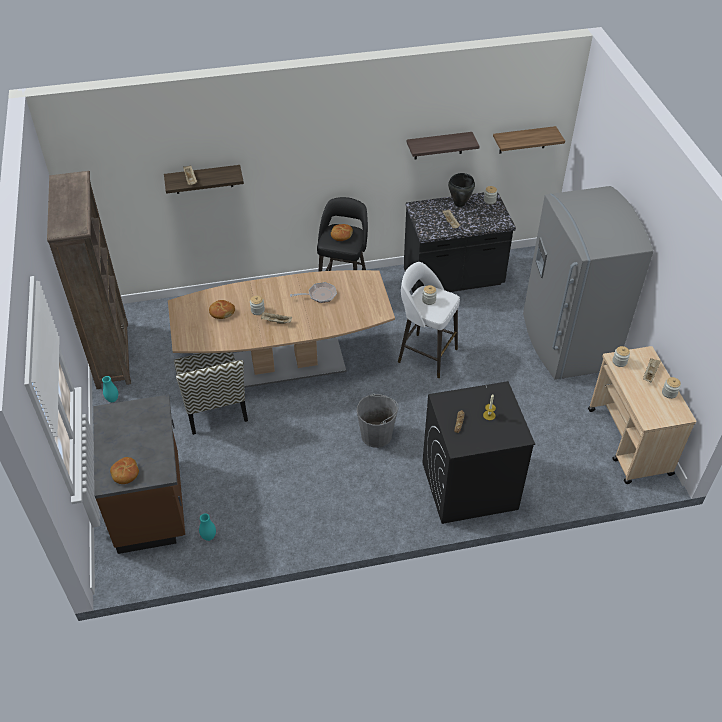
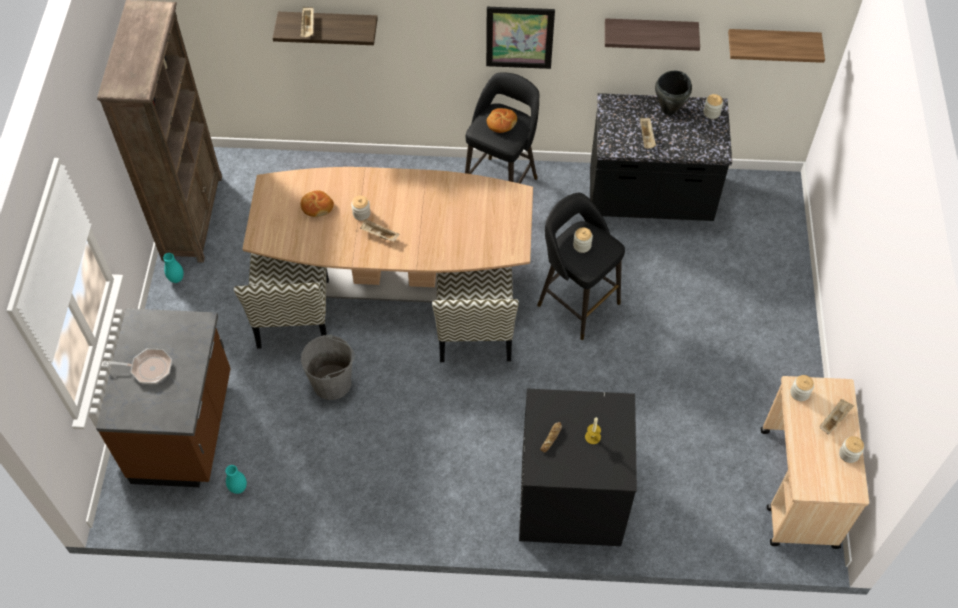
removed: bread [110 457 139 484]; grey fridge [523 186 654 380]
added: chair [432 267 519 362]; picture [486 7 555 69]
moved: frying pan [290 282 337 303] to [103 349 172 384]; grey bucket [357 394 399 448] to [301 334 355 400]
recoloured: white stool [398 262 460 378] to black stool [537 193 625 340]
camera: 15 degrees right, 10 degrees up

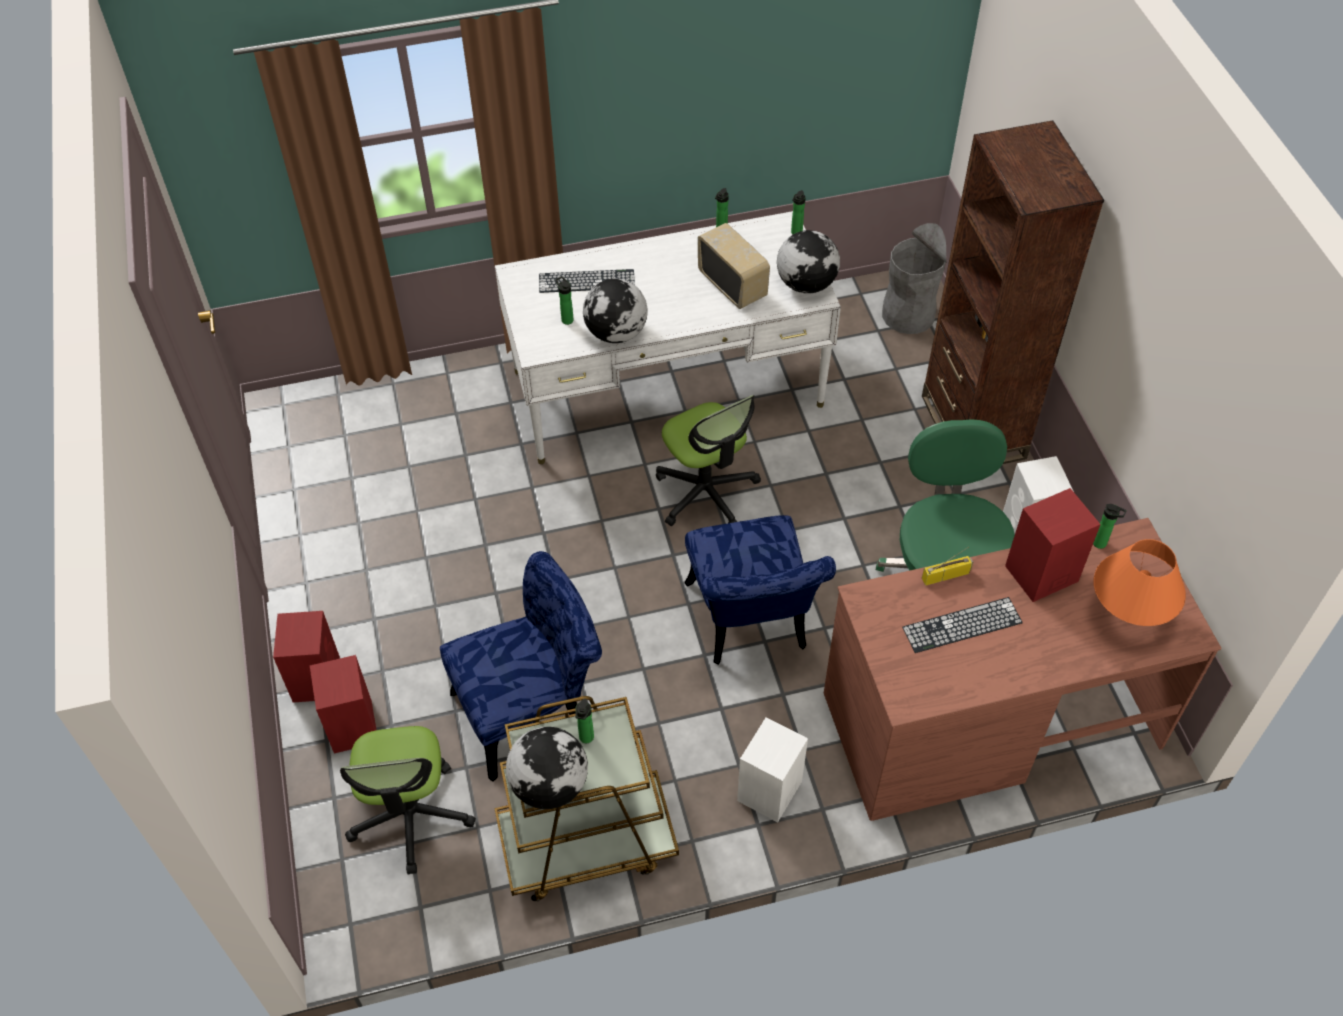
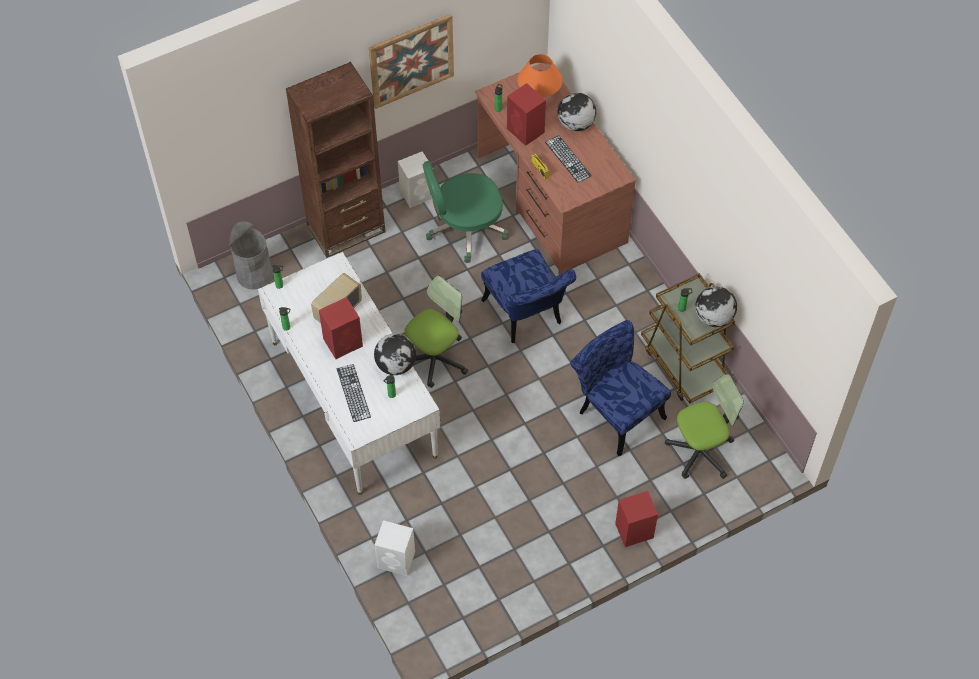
added: picture [369 14 454 109]
moved: red speaker [310 655 376 754] to [319 297 363 359]; white speaker [737 717 808 822] to [375 520 415 576]; globe [777 230 840 294] to [558 93 596 131]
turned: blue chair [684 515 836 665] = [481 249 576 343] 90 degrees clockwise
camera: 105 degrees left, 5 degrees up

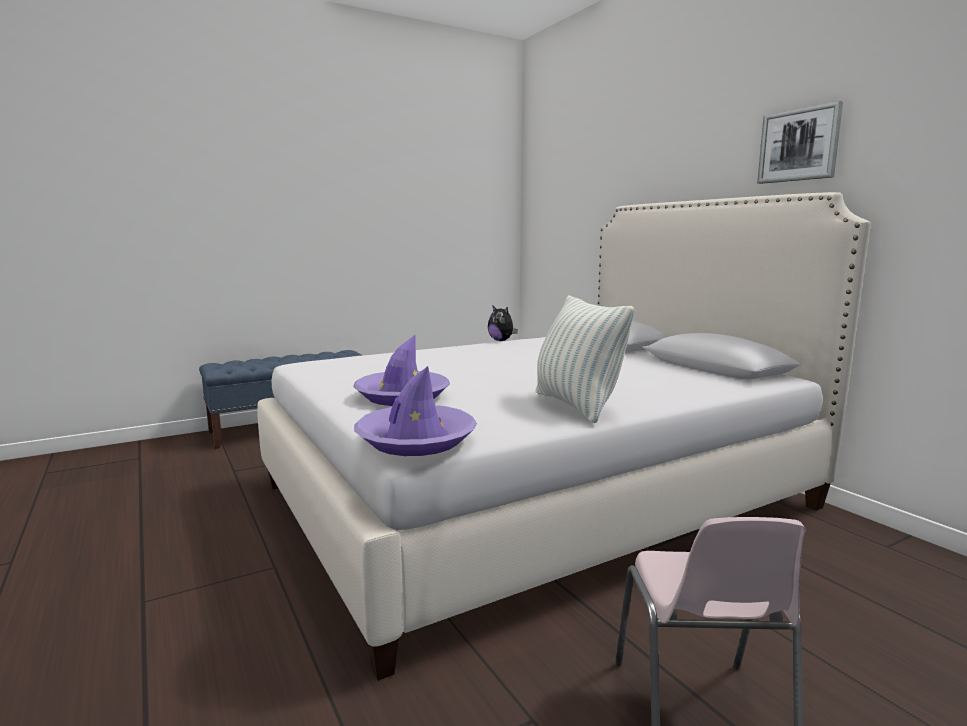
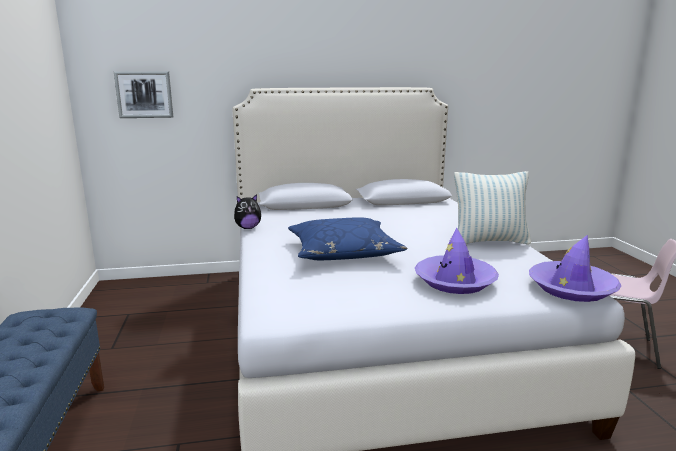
added: blue pillow [288 217 407 260]
moved: picture [757 101 843 184] to [114 72 173 118]
camera: 70 degrees left, 5 degrees up

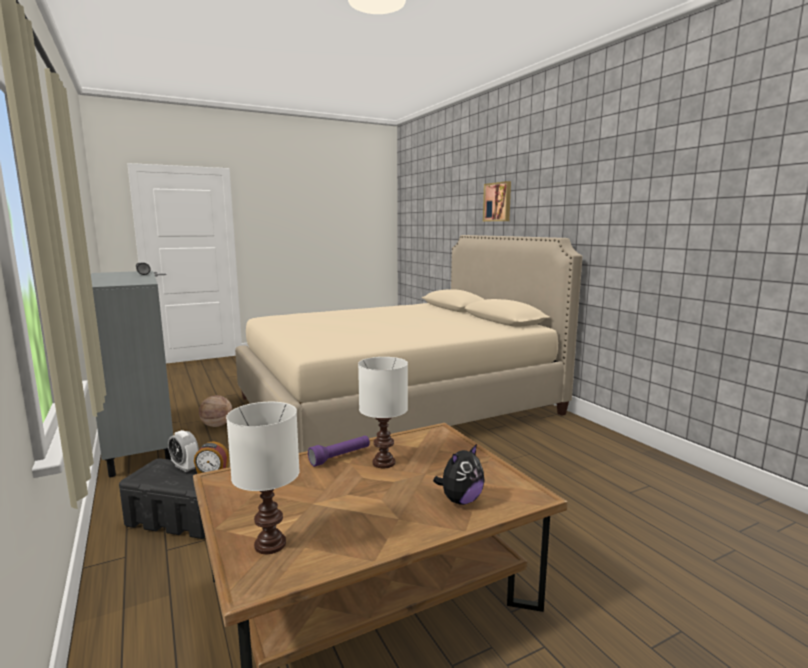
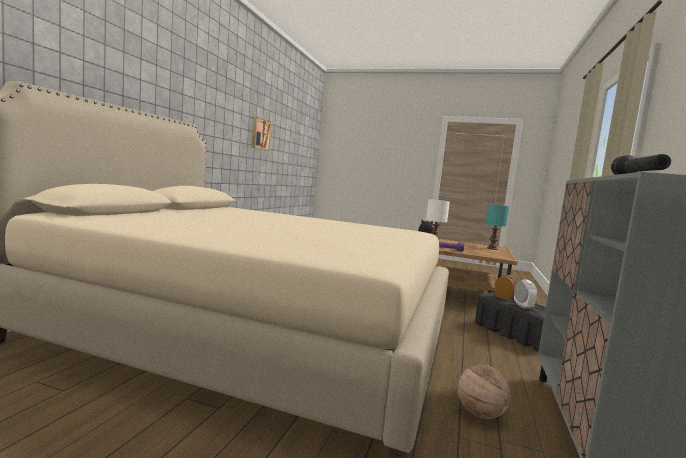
moved: picture [483 181 511 221] to [251 116 272 151]
recoloured: white table lamp [226 402 300 554] to turquoise table lamp [485 204 509 250]
camera: 135 degrees left, 5 degrees down

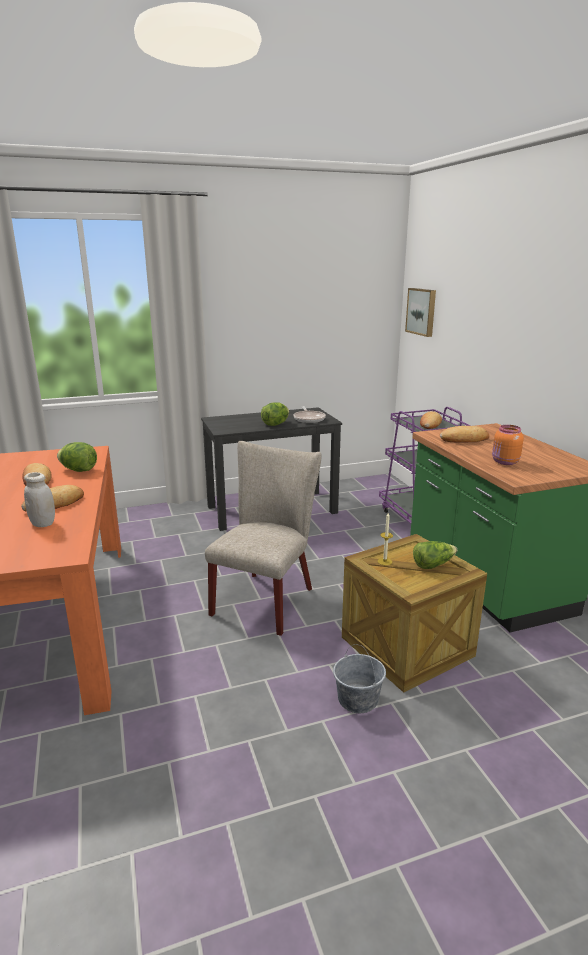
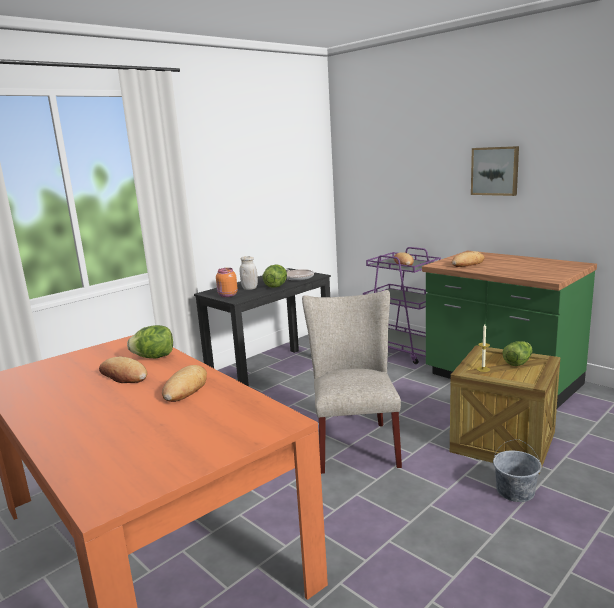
moved: white jar [24 472 55 527] to [240 256 258 290]; picture [405 288 436 337] to [471 146 519 196]; orange jar [492 425 524 465] to [216 268 238 297]
camera: 25 degrees left, 5 degrees down

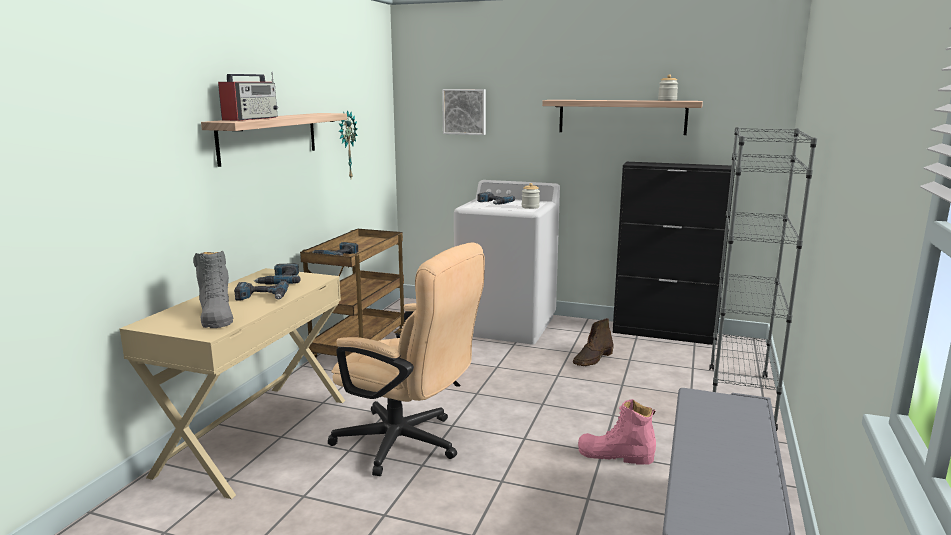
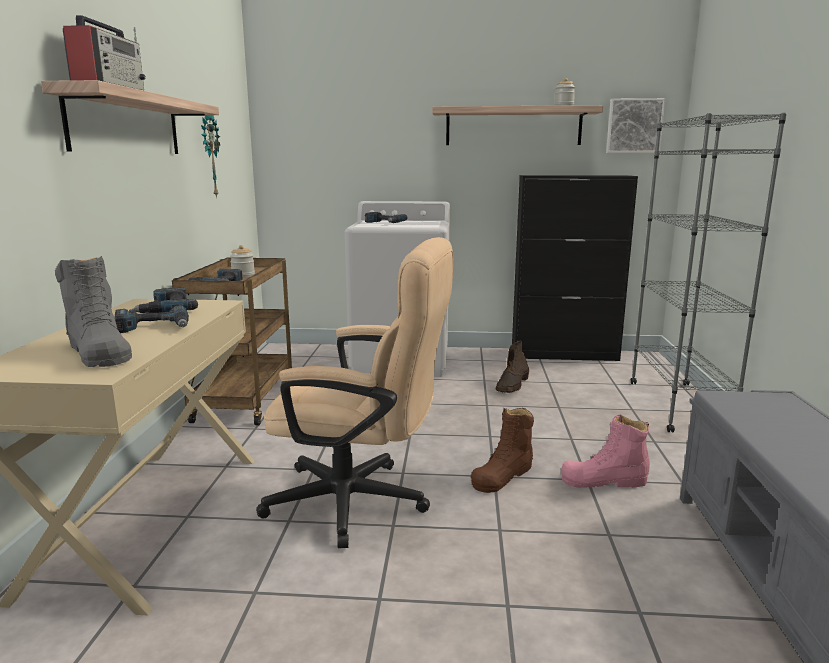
added: brown boot [471 408 534 493]
moved: picture [442 89 486 135] to [606 98 665 153]; jar [522 183 540 209] to [230 245 255 278]
camera: 15 degrees left, 0 degrees up

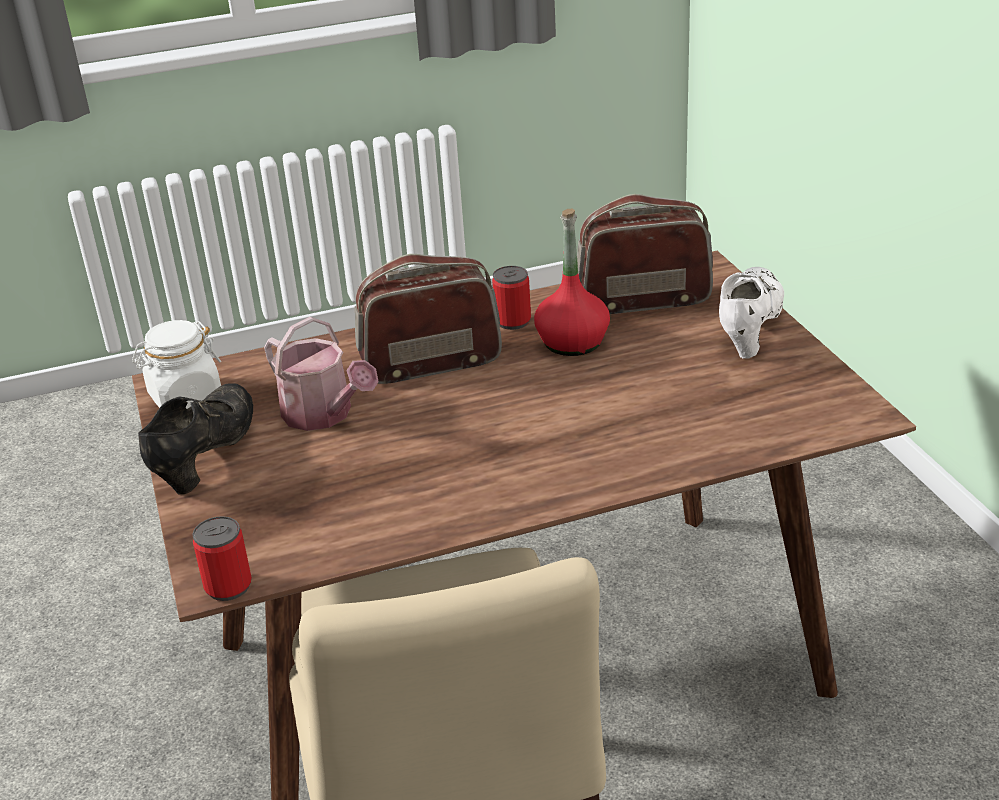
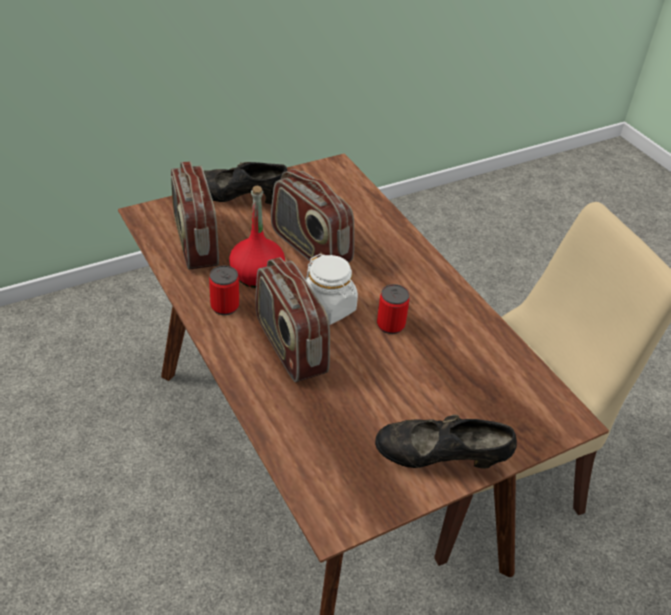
removed: watering can [264 317 379 431]
added: radio [271 169 354 263]
moved: white jar [132 320 221 409] to [305 254 358 325]; can [193 516 252 601] to [377 284 410 334]
recoloured: white shoe [719 267 784 359] to black shoe [204 162 290 205]
camera: 105 degrees left, 10 degrees up

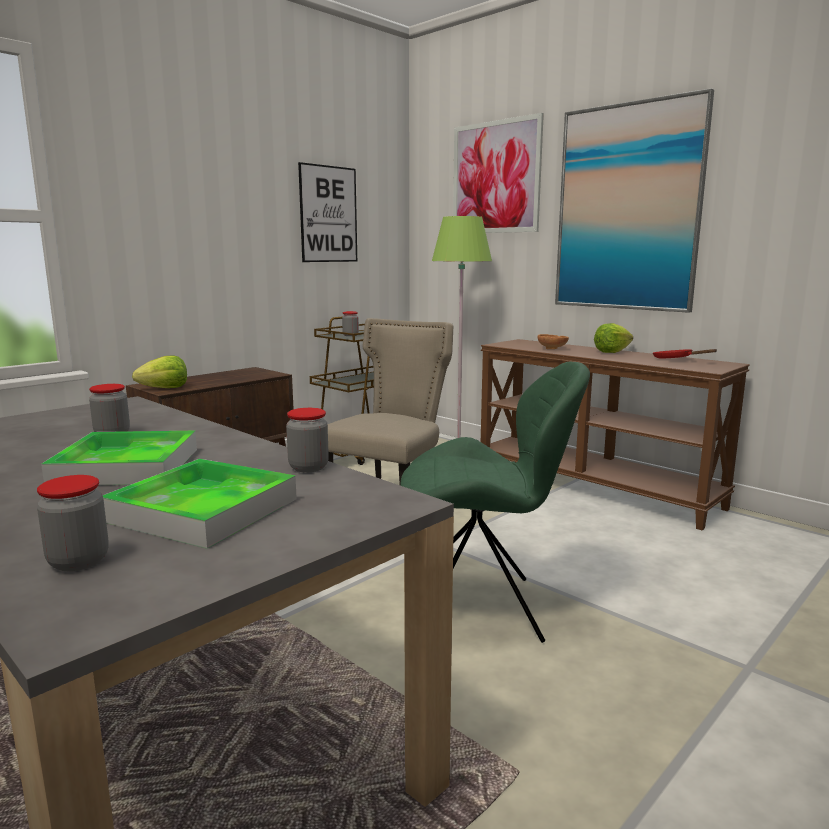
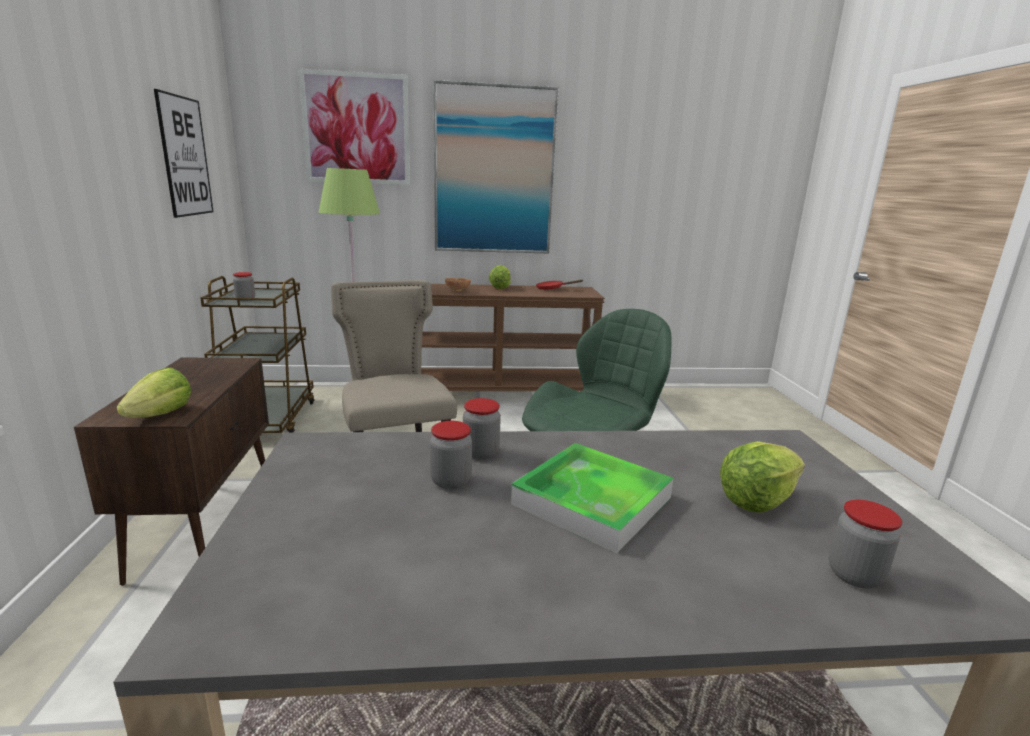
moved: jar [286 408 329 472] to [463 398 501 460]
replaced: tray [103 459 297 549] to lettuce [720 441 805 513]
camera: 50 degrees left, 5 degrees up

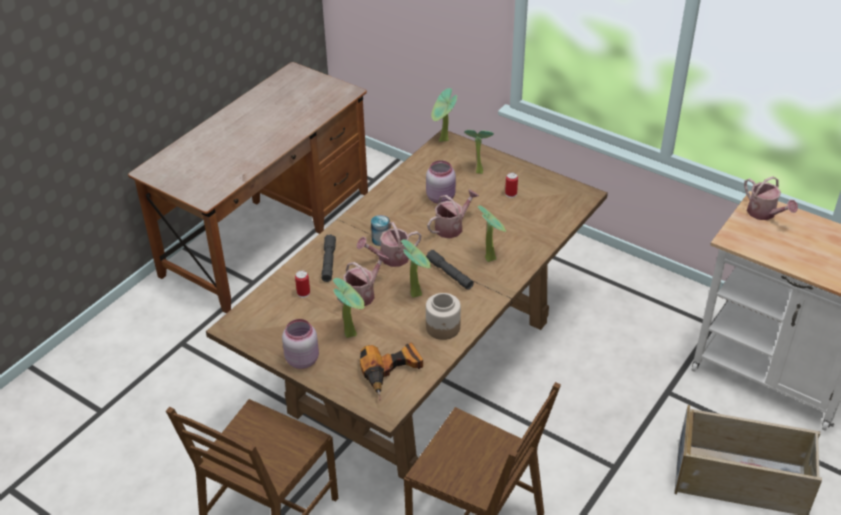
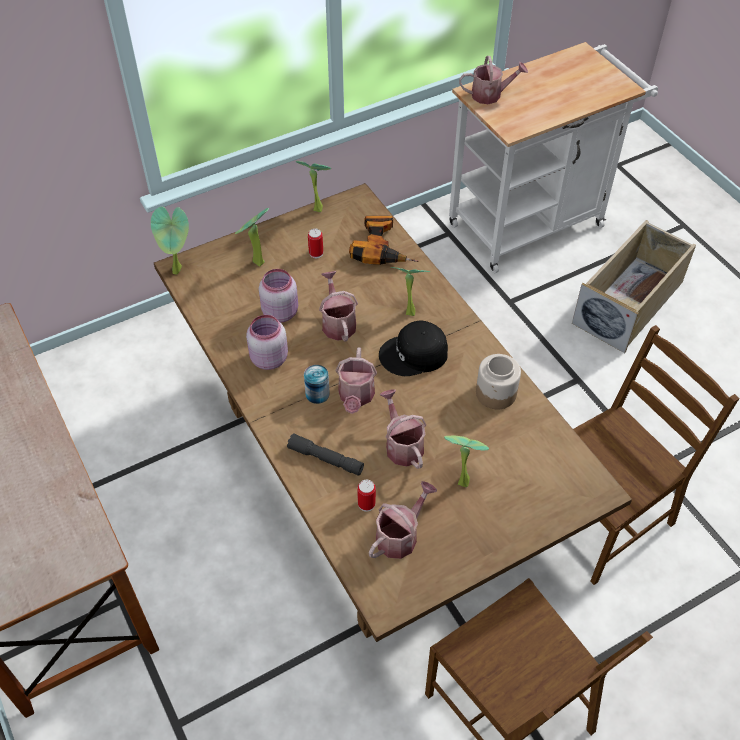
added: watering can [369 481 437 559]
moved: pink jar [282 319 319 369] to [246 315 288 370]; power drill [360 342 423 400] to [349 216 419 265]; potted plant [401 239 431 298] to [296 161 331 212]
replaced: grey flashlight [426 250 474 290] to black cap [379 320 448 376]
camera: 65 degrees left, 10 degrees up

